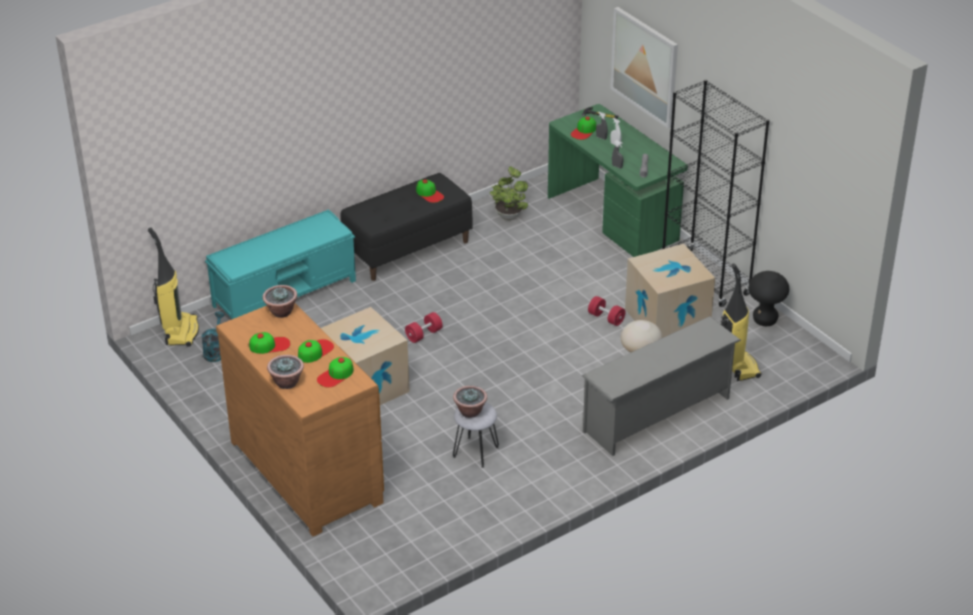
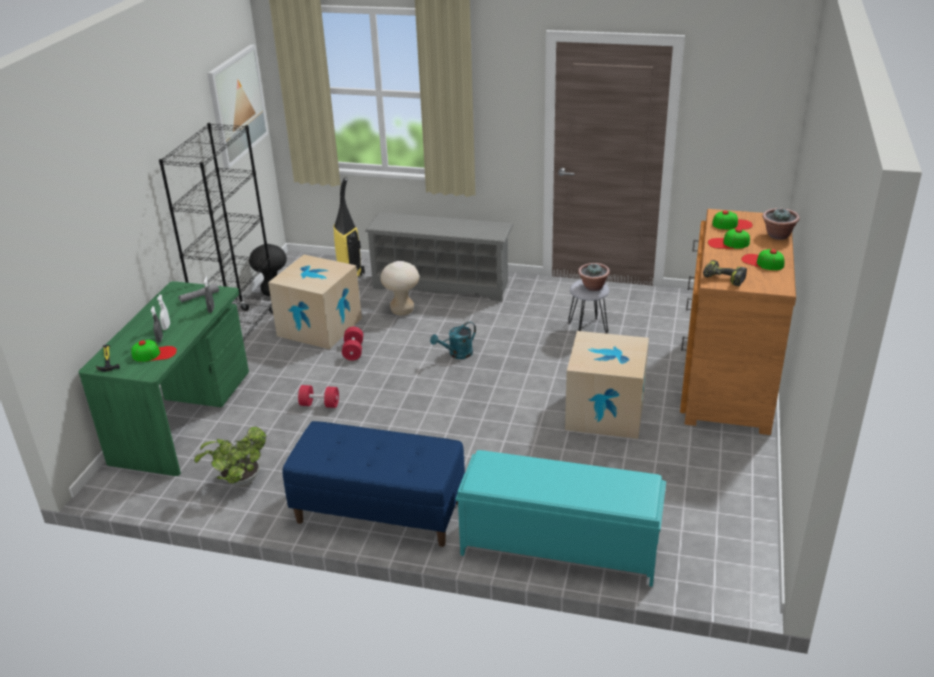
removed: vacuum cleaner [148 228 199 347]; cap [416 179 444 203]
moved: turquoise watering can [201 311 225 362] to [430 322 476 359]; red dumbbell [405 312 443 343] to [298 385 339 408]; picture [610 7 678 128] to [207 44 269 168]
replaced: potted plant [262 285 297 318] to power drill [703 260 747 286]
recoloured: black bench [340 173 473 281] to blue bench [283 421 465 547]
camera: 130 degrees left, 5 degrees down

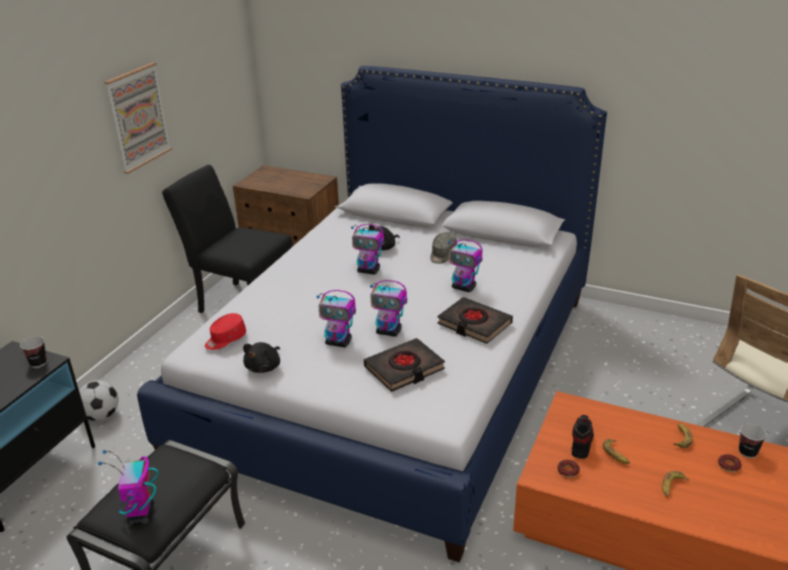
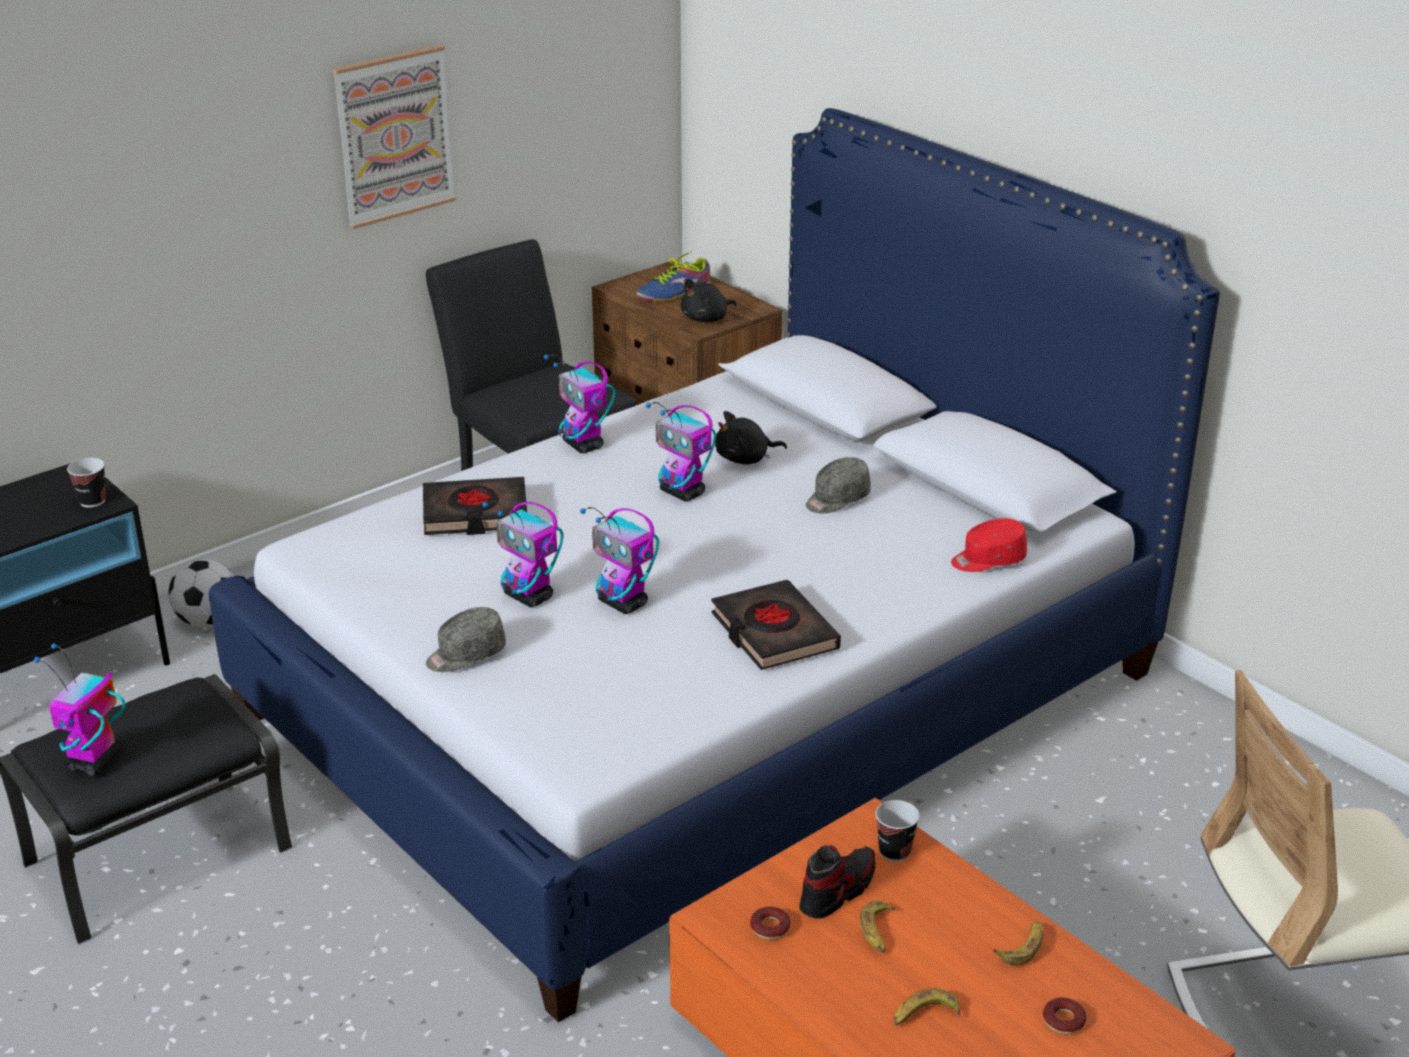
added: grey cap [426 607 506 672]; shoe [636 251 710 301]
moved: red cap [205 313 246 350] to [951 518 1027 572]; black plush toy [243 342 280 373] to [681 279 736 322]; black book [364 338 445 392] to [423 477 527 535]; toy robot [448 239 482 292] to [544 355 615 453]; cup [739 424 767 458] to [875 800 920 862]
camera: 25 degrees right, 0 degrees up

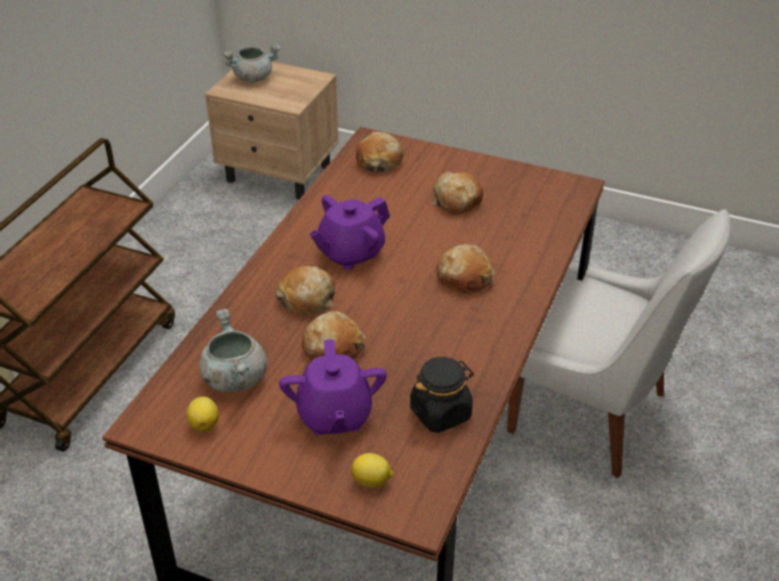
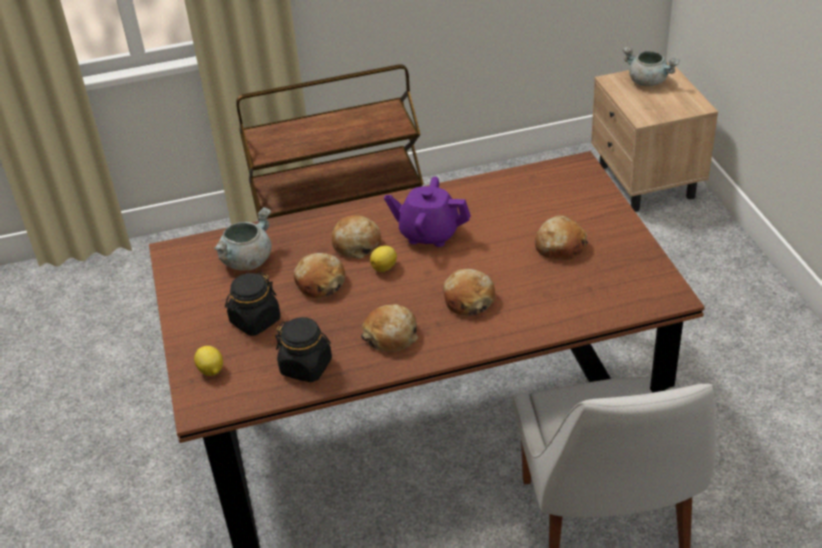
moved: lemon [186 397 219 432] to [370 246 397 272]; bread [356 132 404 173] to [361 304 418 352]
replaced: purple teapot [279 339 387 435] to black jar [225 272 281 336]
camera: 55 degrees right, 0 degrees up

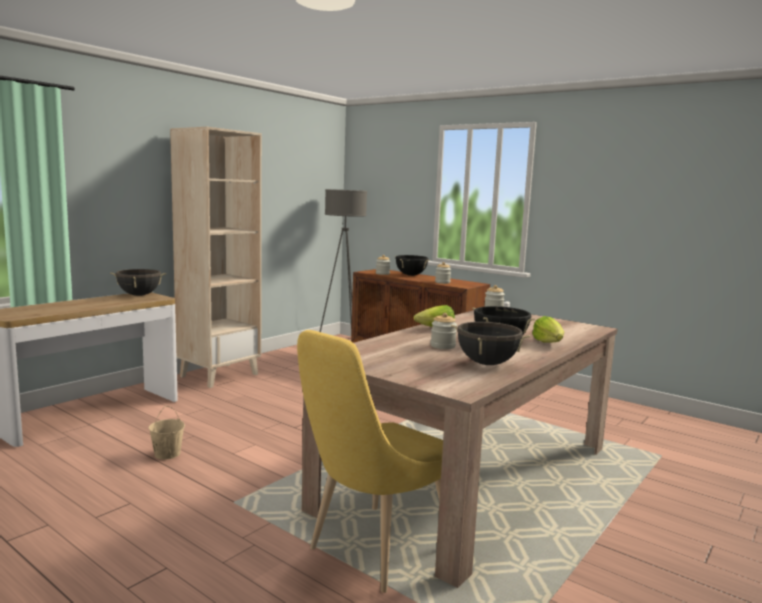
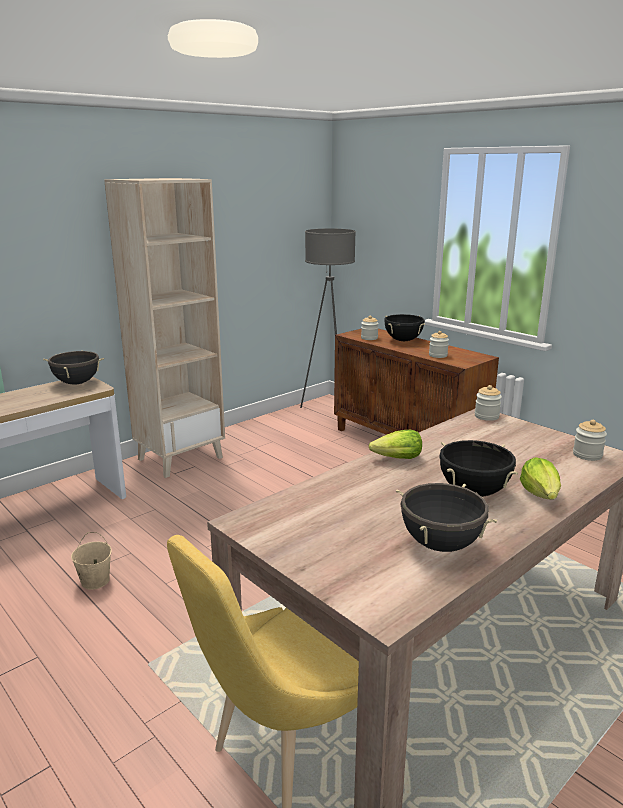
moved: jar [431 313 457 349] to [573 420 607 461]
camera: 10 degrees right, 10 degrees up

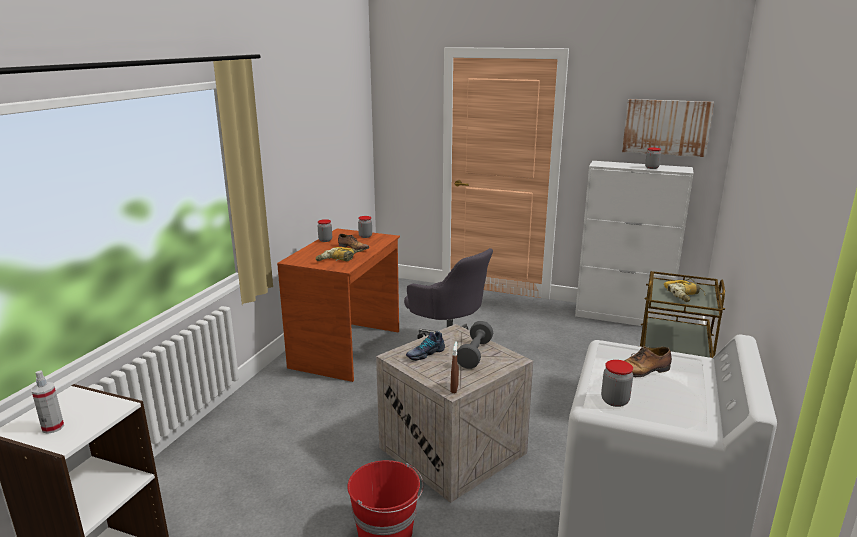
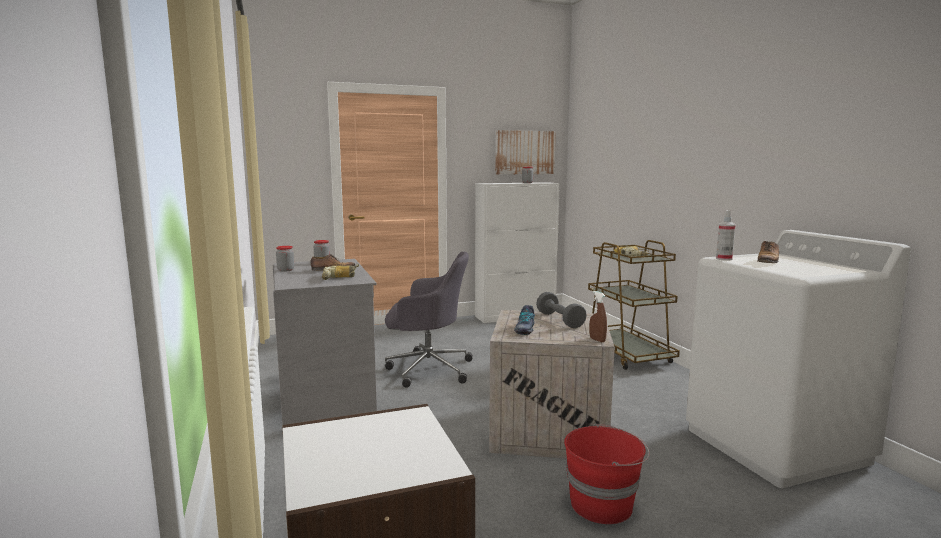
removed: jar [601 360 633 407]
moved: spray bottle [31 370 64 434] to [716 210 736 261]
recoloured: brown desk [277 228 400 382] to grey desk [273 259 377 425]
camera: 40 degrees left, 10 degrees down

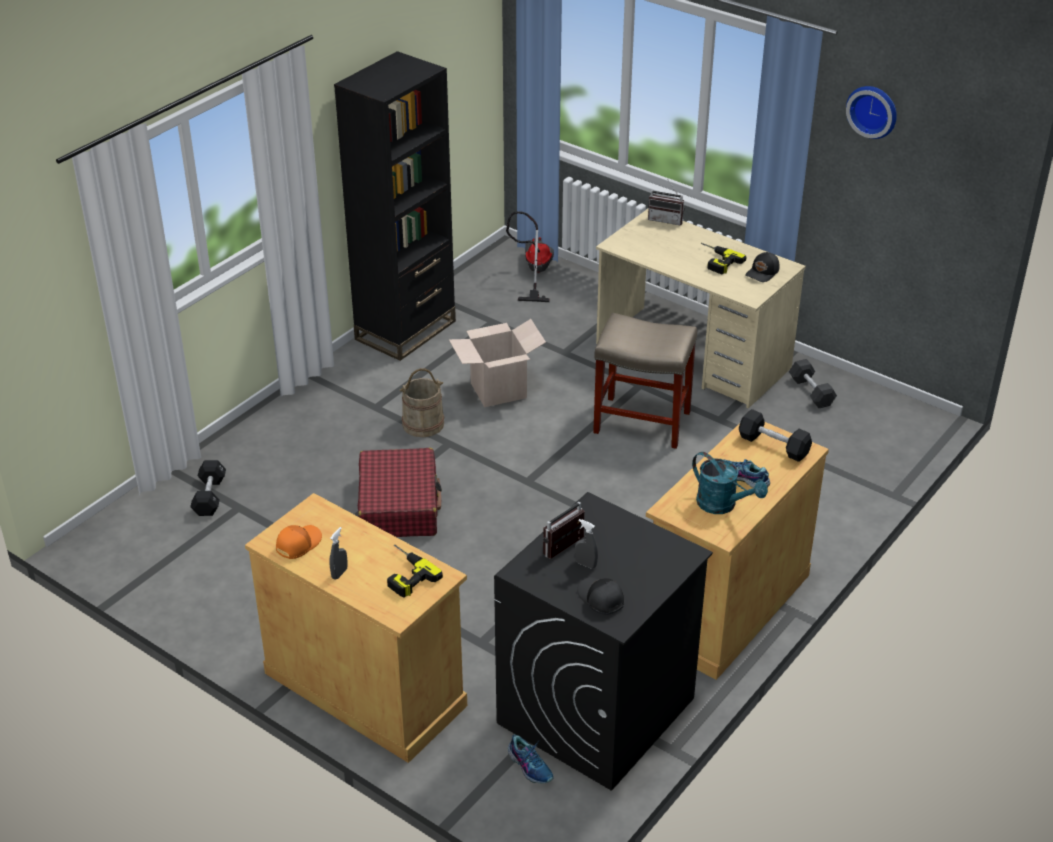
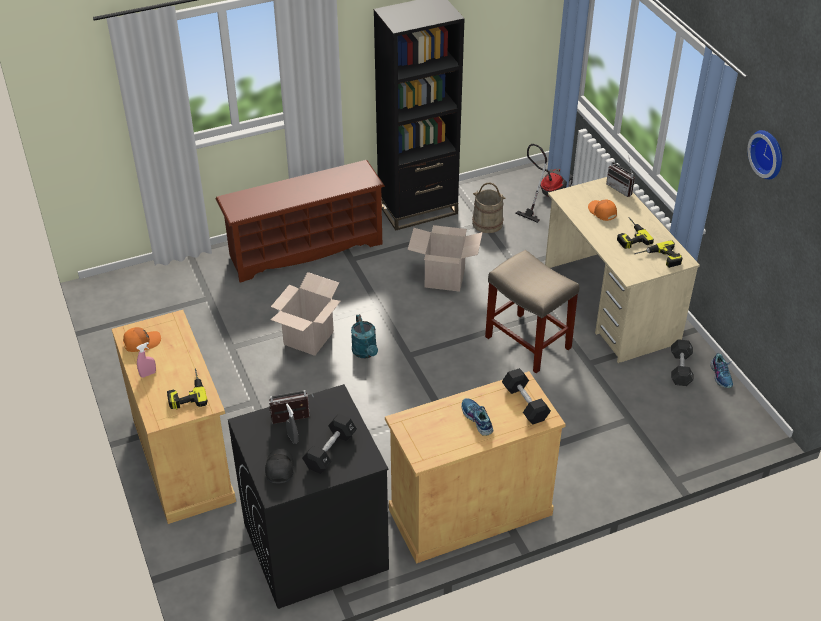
added: brown shoe rack [215 160 385 283]; orange cap [588 200 617 221]
moved: black dumbbell [190 460 226 516] to [302 414 357 474]; beige bucket [400 368 444 437] to [472 183 506 233]; shoe [507 735 554 784] to [711 353 733 388]; turquoise watering can [692 452 768 514] to [351 314 378 358]
replaced: red suitcase [358 448 442 537] to cardboard box [271 272 341 356]; black cap [745 252 779 282] to power drill [634 240 682 268]
recoloured: grey spray bottle [329 527 348 580] to pink spray bottle [136 342 156 378]
camera: 30 degrees right, 5 degrees up

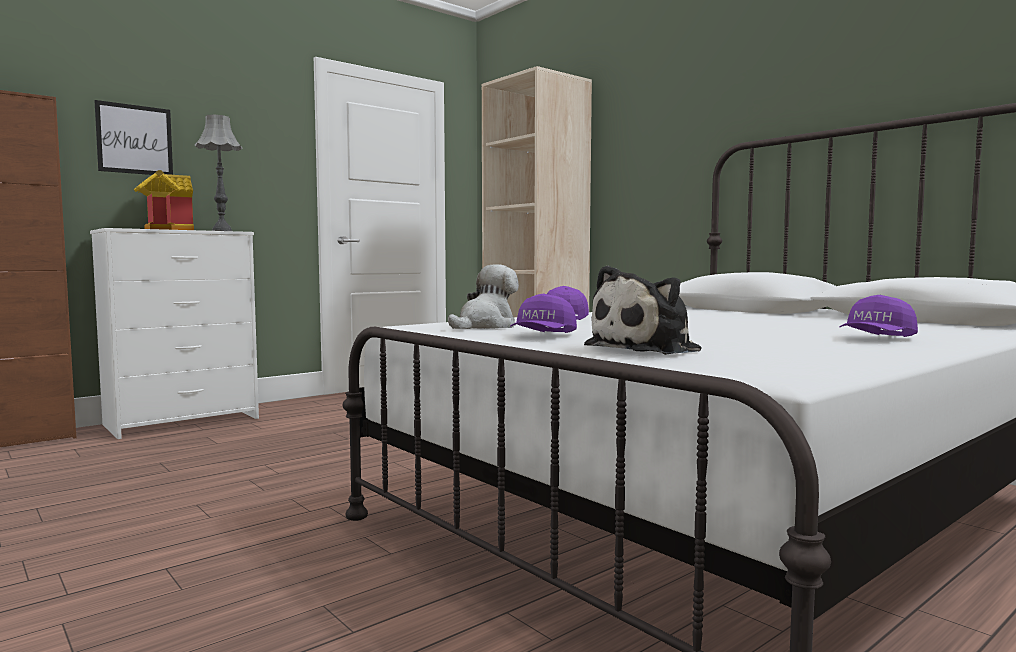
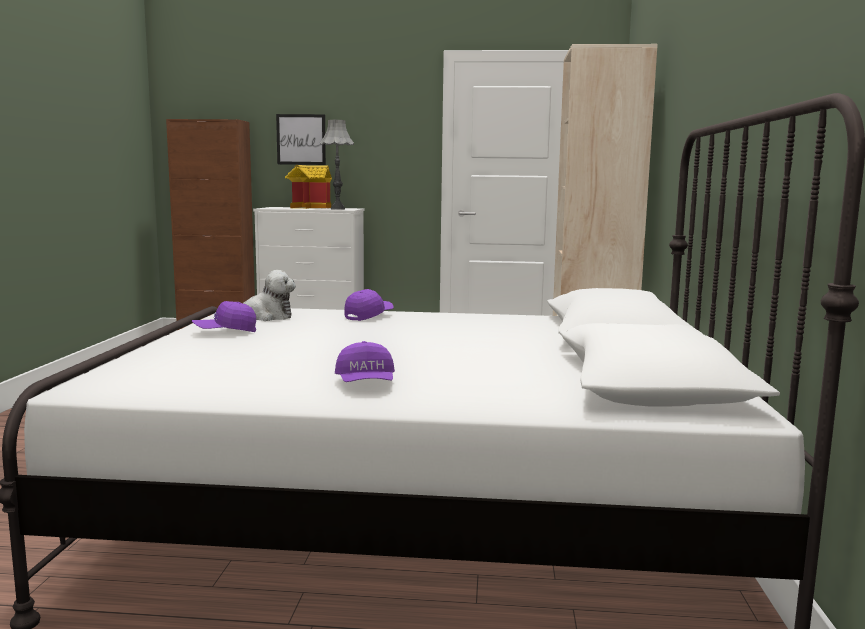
removed: plush toy [584 266 701 355]
turned: purple cap [839 295 918 337] = [335 341 395 382] 105 degrees counterclockwise
camera: 45 degrees right, 5 degrees up

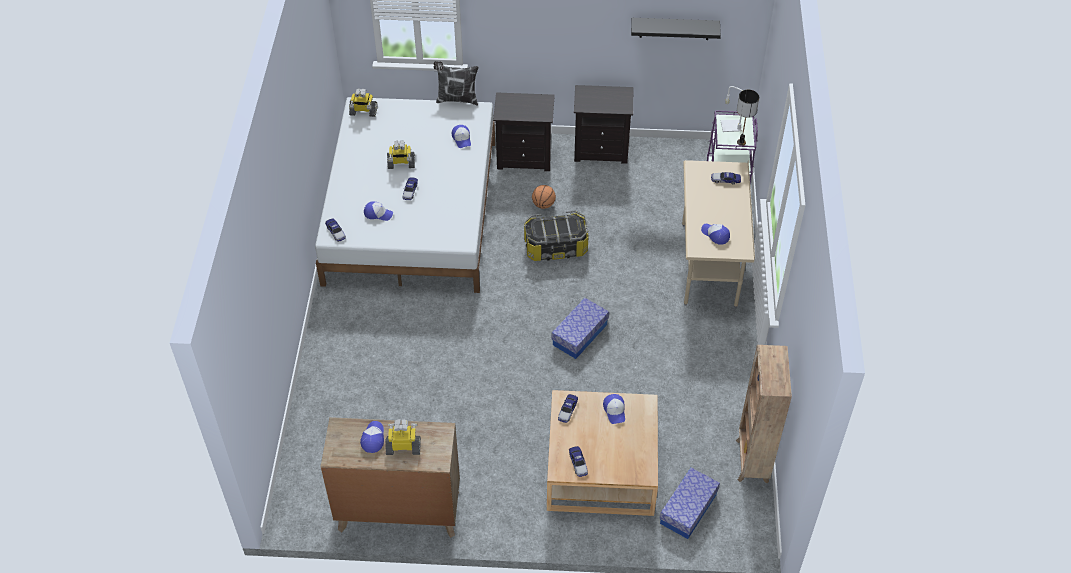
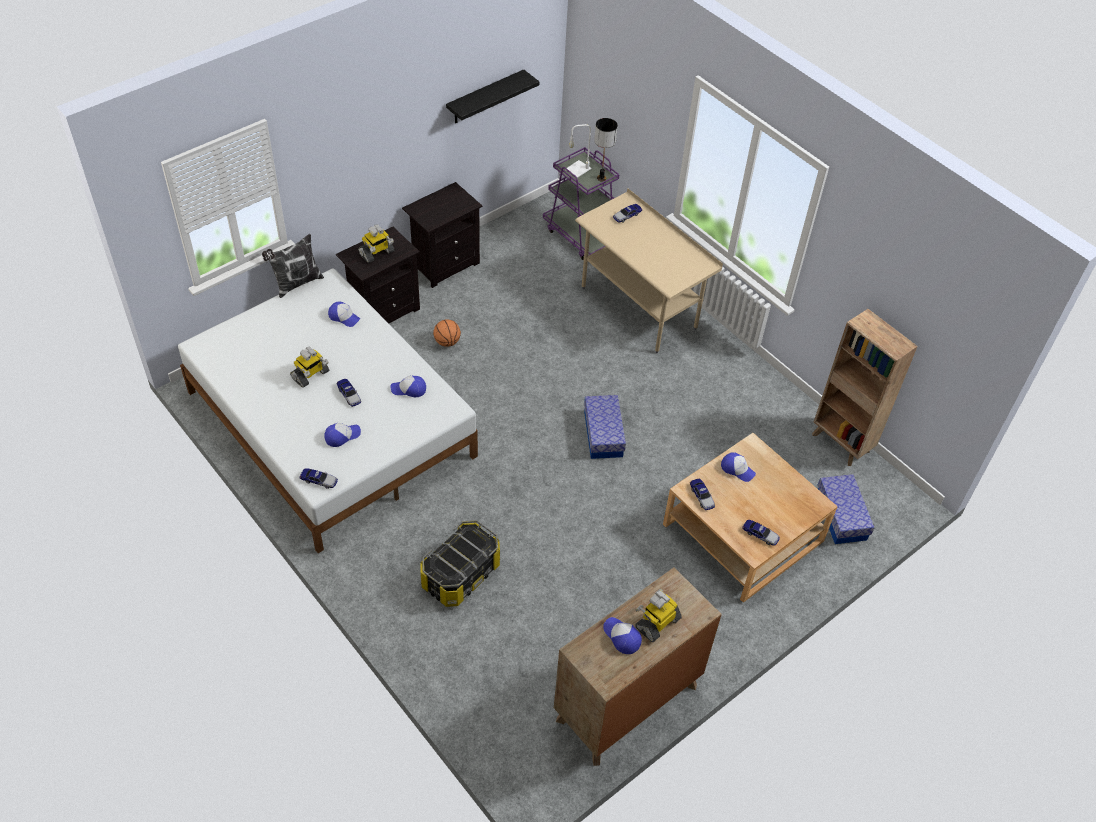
moved: toy robot [349 88 378 117] to [358 224 394 263]; storage box [524 211 589 261] to [420 520 500 607]; cap [701 224 730 245] to [391 375 426 397]
camera: 45 degrees left, 0 degrees up

